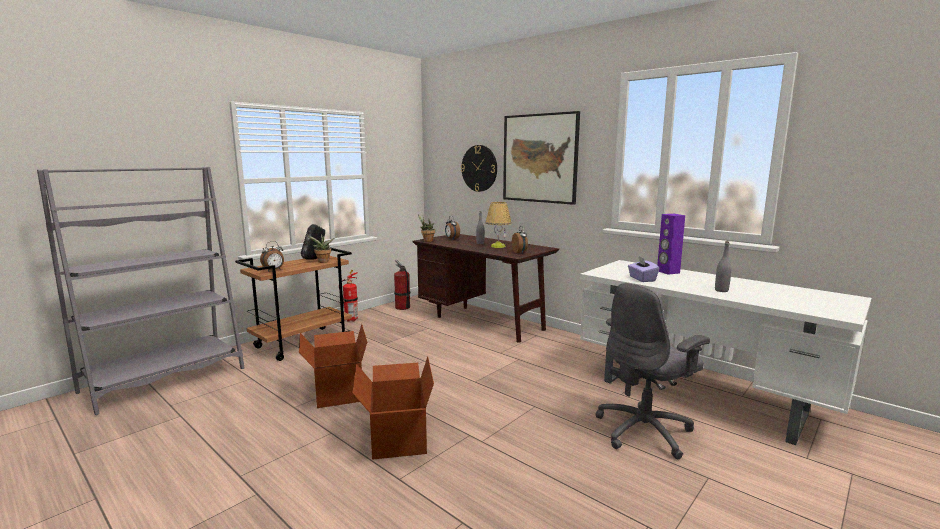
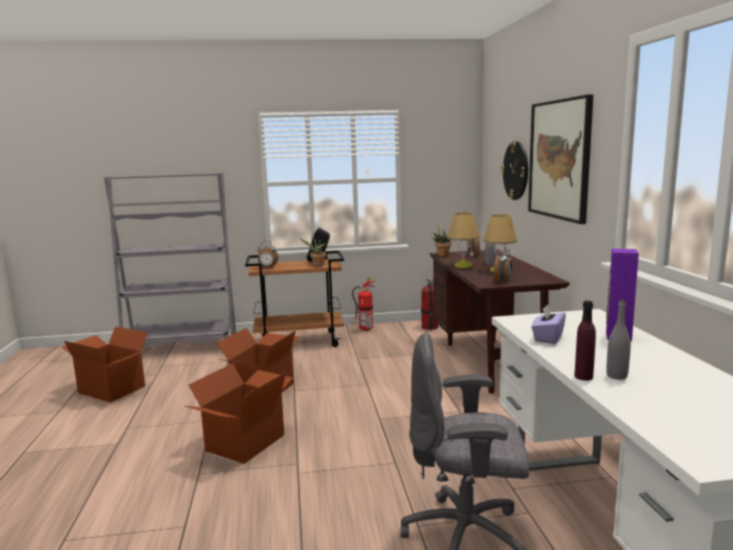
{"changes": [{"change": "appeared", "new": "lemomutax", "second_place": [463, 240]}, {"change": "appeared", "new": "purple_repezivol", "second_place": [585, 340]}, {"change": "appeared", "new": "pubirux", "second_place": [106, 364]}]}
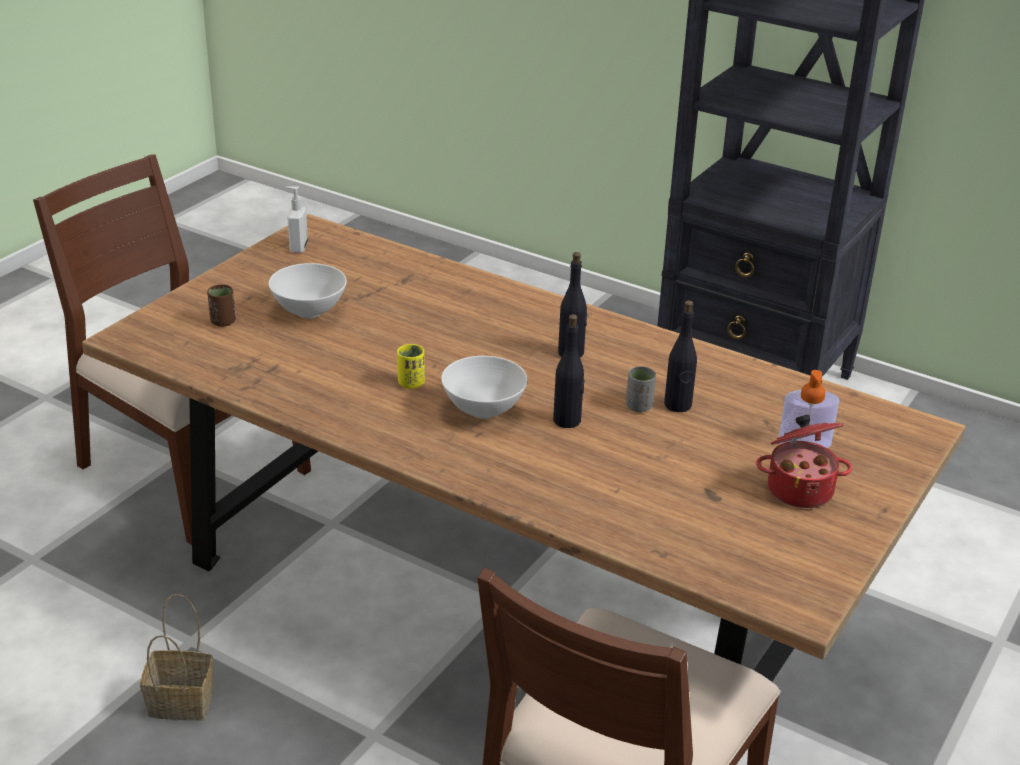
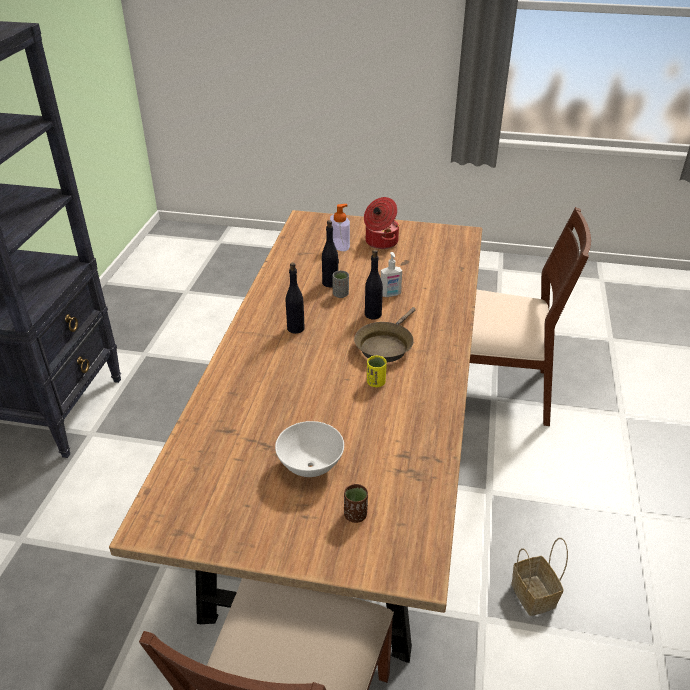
{"changes": [{"change": "relocated", "old": "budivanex", "first_place": [297, 220], "second_place": [391, 274]}, {"change": "exchanged", "old": "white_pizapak", "new": "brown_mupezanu", "first_place": [484, 387], "second_place": [385, 334]}]}
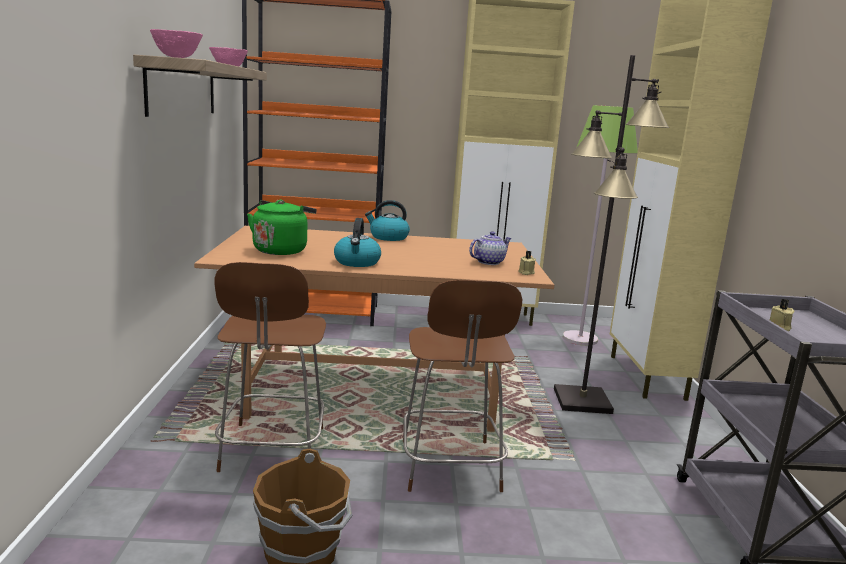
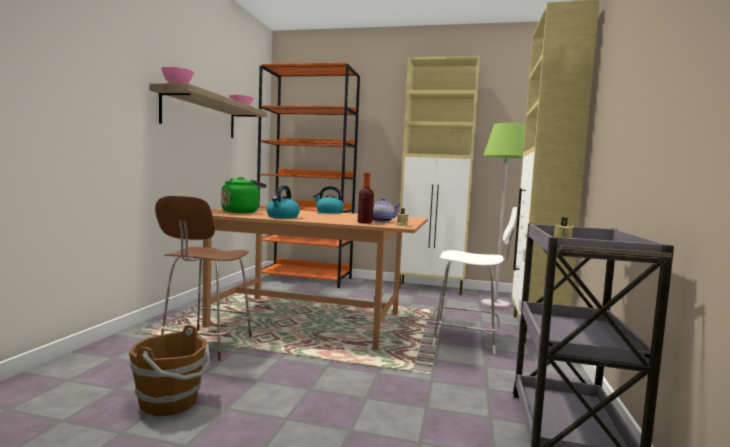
{"changes": [{"change": "exchanged", "old": "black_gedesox", "new": "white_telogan", "first_place": [611, 234], "second_place": [474, 280]}, {"change": "missing", "old": "brown_telogan", "first_place": [462, 386]}, {"change": "appeared", "new": "repezivol", "second_place": [366, 198]}]}
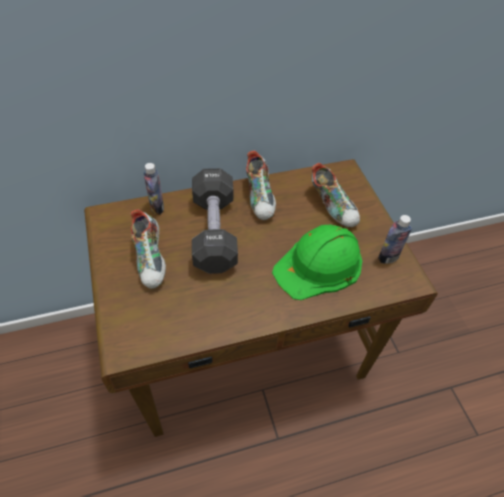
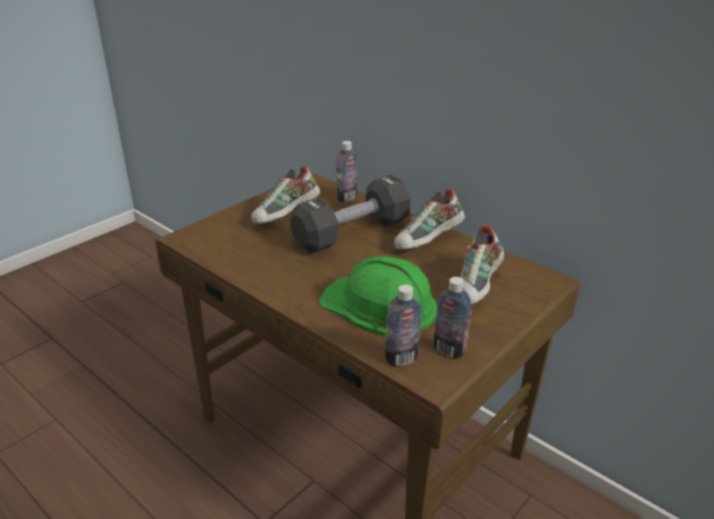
{"changes": [{"change": "appeared", "new": "repezivol", "second_place": [403, 325]}]}
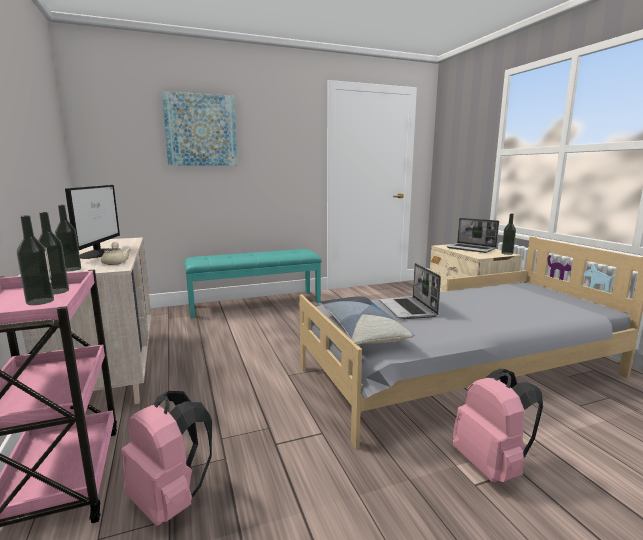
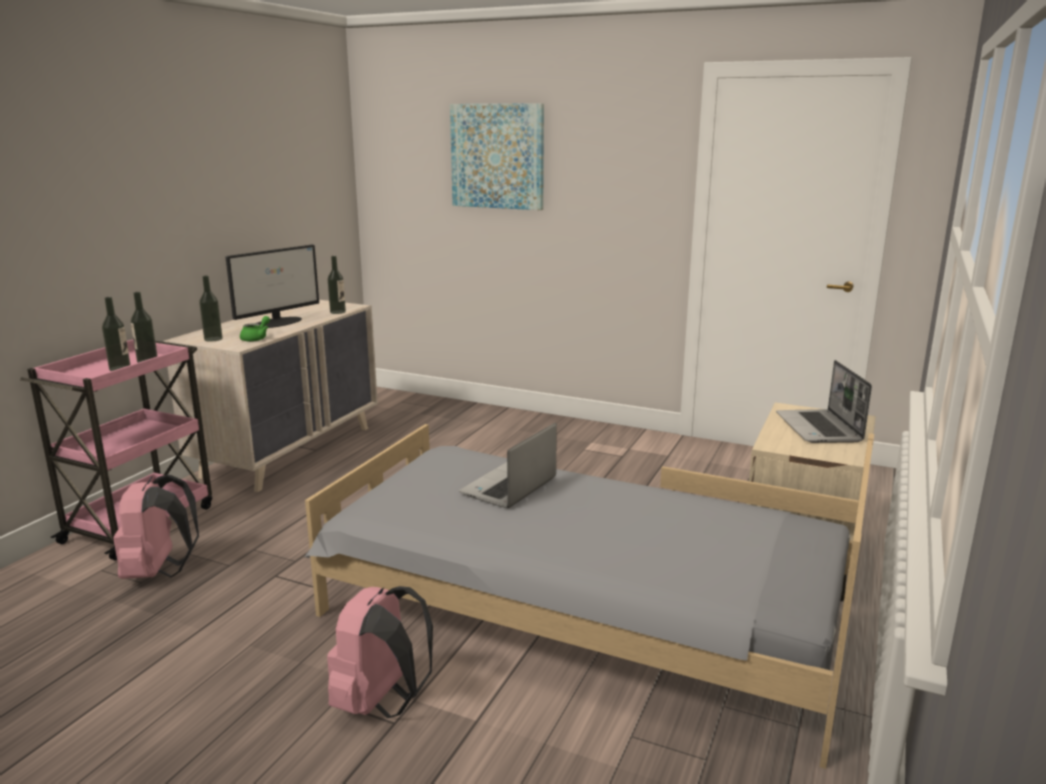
{"changes": [{"change": "relocated", "old": "repezivol", "first_place": [508, 234], "second_place": [337, 285]}, {"change": "colour", "old": "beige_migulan", "new": "green_migulan", "first_place": [116, 253], "second_place": [255, 329]}, {"change": "missing", "old": "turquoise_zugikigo", "first_place": [253, 283]}, {"change": "missing", "old": "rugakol", "first_place": [368, 320]}]}
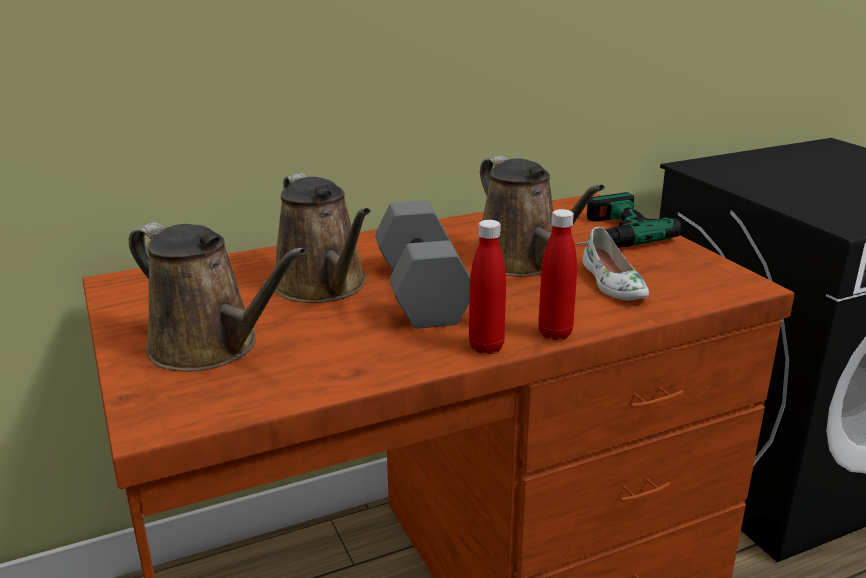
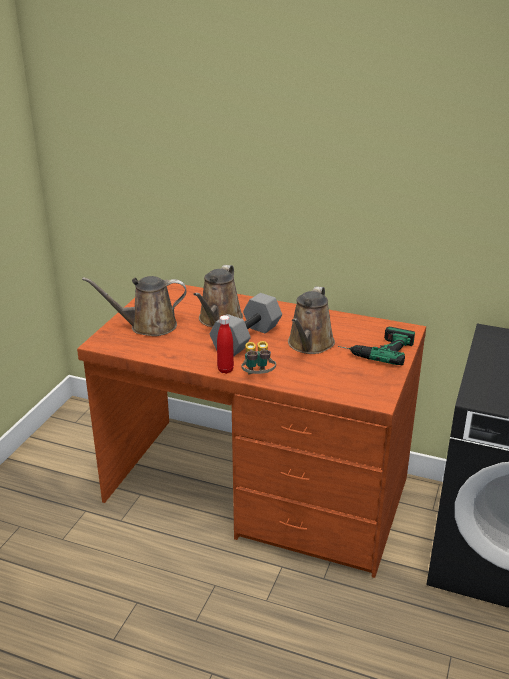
{"changes": [{"change": "exchanged", "old": "red_repezivol", "new": "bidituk", "first_place": [557, 274], "second_place": [259, 357]}, {"change": "spun", "old": "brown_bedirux", "first_place": [217, 297], "second_place": [134, 306], "degrees": 90}, {"change": "missing", "old": "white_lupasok", "first_place": [616, 263]}]}
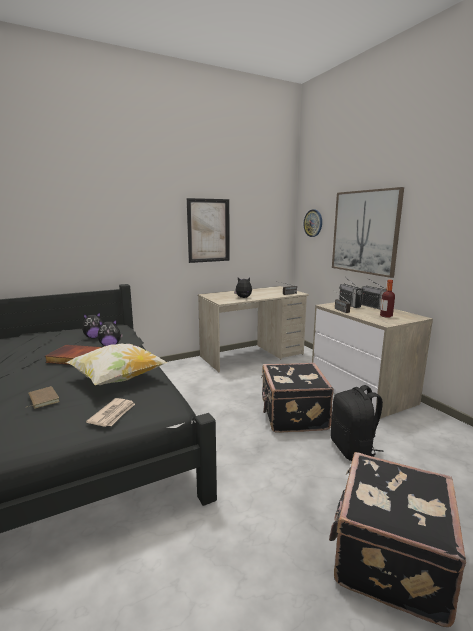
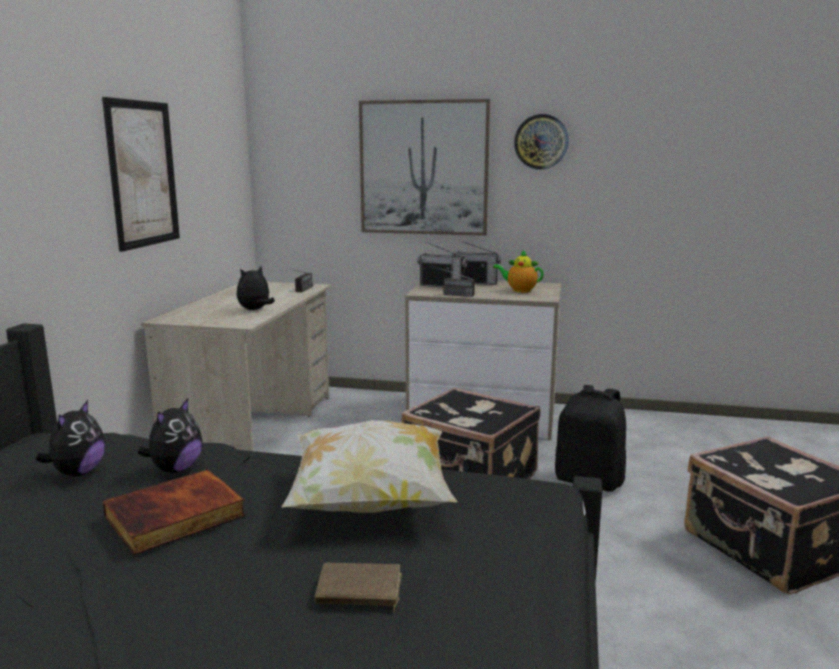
{"changes": [{"change": "relocated", "old": "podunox", "first_place": [313, 223], "second_place": [541, 141]}, {"change": "exchanged", "old": "repezivol", "new": "migulan", "first_place": [387, 299], "second_place": [518, 271]}, {"change": "missing", "old": "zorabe", "first_place": [110, 412]}]}
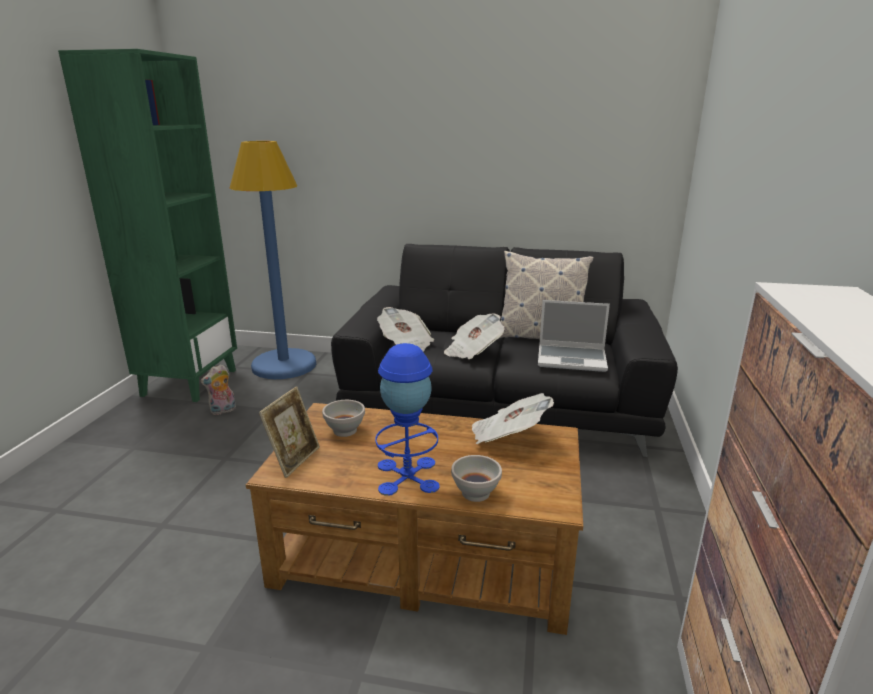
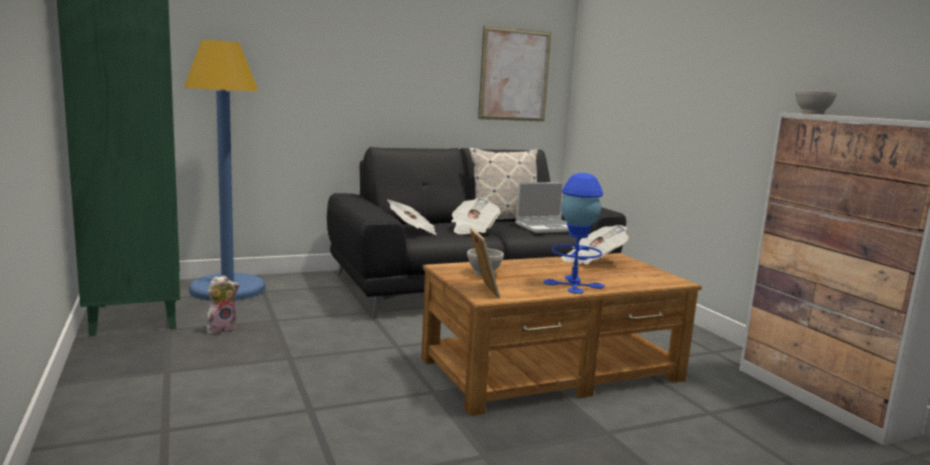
{"changes": [{"change": "spun", "old": "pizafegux", "first_place": [218, 389], "second_place": [223, 305], "degrees": -150}, {"change": "relocated", "old": "white_pizapak", "first_place": [476, 478], "second_place": [816, 102]}, {"change": "appeared", "new": "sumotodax", "second_place": [514, 73]}]}
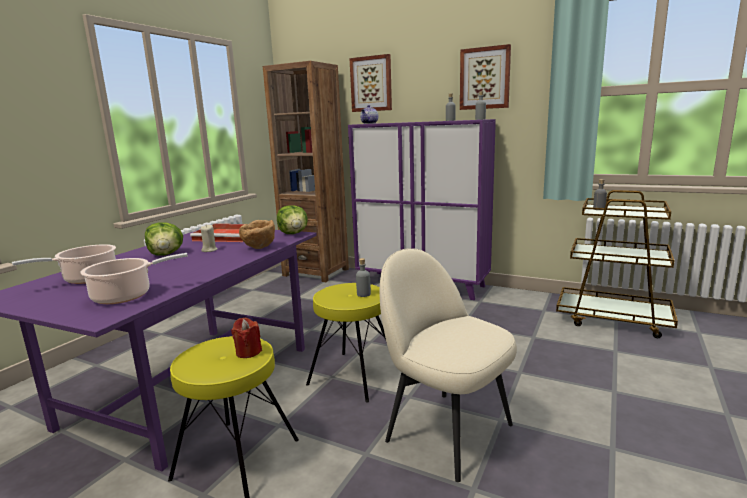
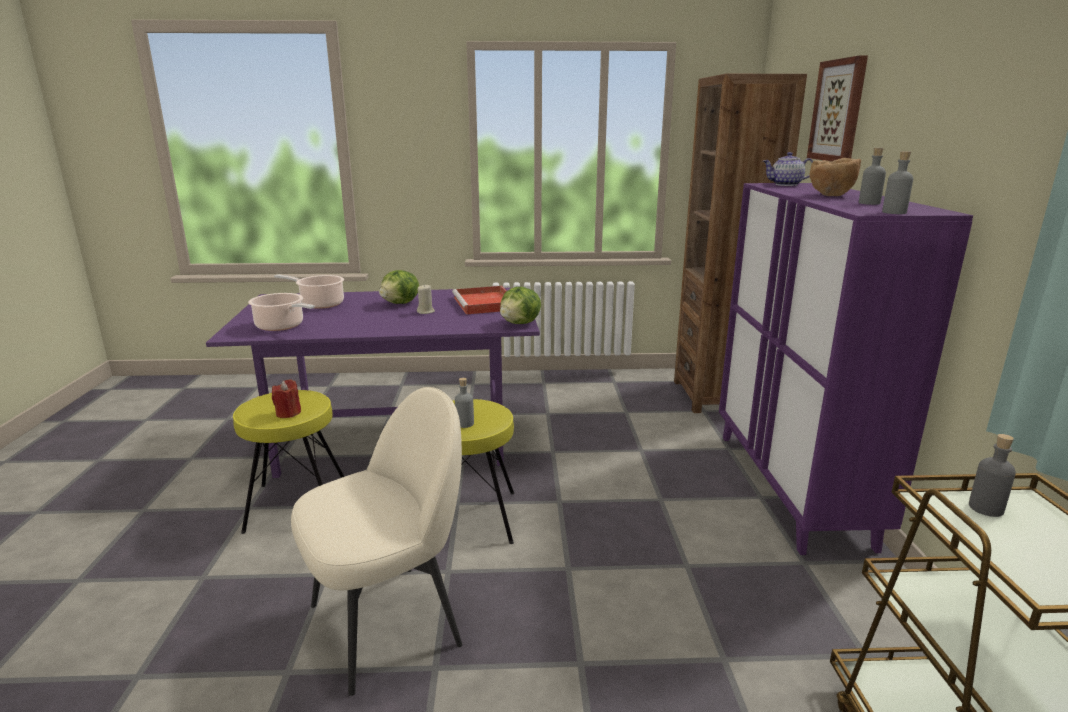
{"changes": [{"change": "missing", "old": "sumotodax", "first_place": [485, 77]}, {"change": "relocated", "old": "brown_pizapak", "first_place": [257, 234], "second_place": [835, 177]}, {"change": "spun", "old": "beige_telogan", "first_place": [448, 365], "second_place": [376, 541], "degrees": 45}]}
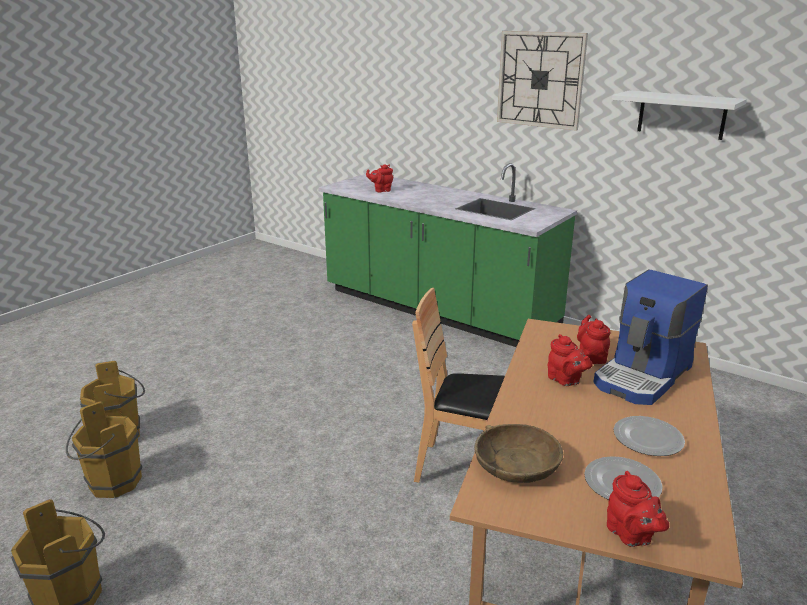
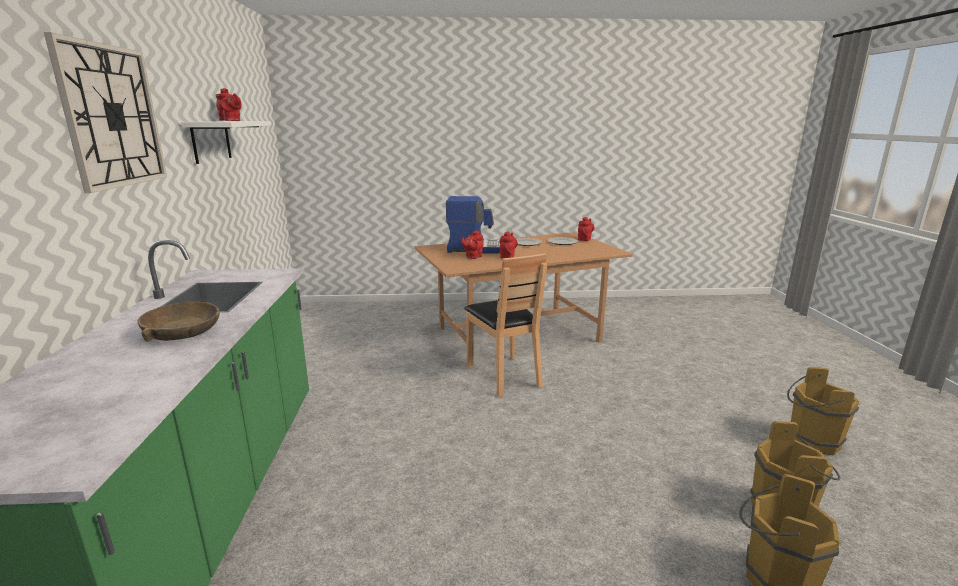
{"changes": [{"change": "relocated", "old": "red_migulan", "first_place": [379, 178], "second_place": [228, 104]}, {"change": "relocated", "old": "brown_pizapak", "first_place": [518, 453], "second_place": [179, 321]}]}
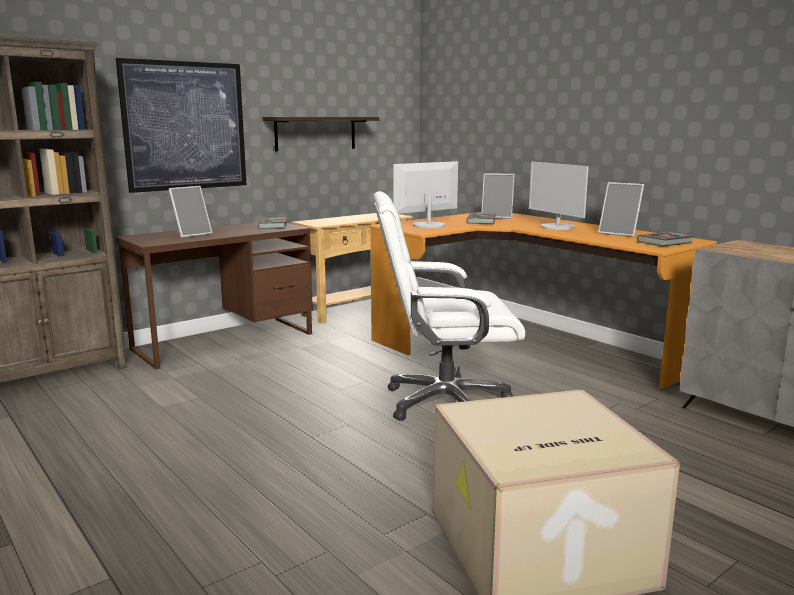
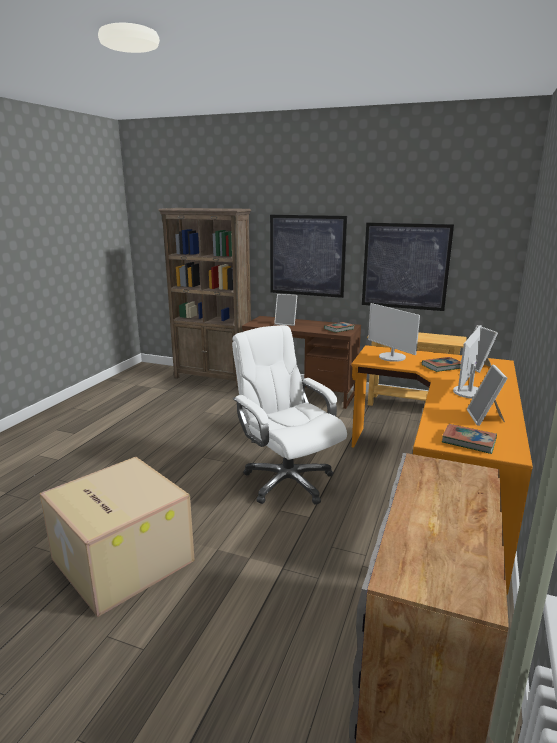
{"changes": [{"change": "exchanged", "old": "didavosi", "new": "sumotodax", "first_place": [321, 134], "second_place": [408, 267]}, {"change": "spun", "old": "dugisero", "first_place": [425, 194], "second_place": [394, 332], "degrees": -150}]}
